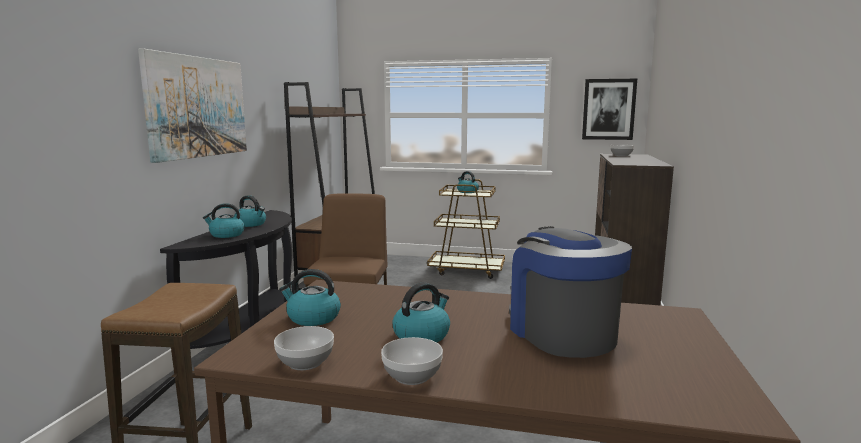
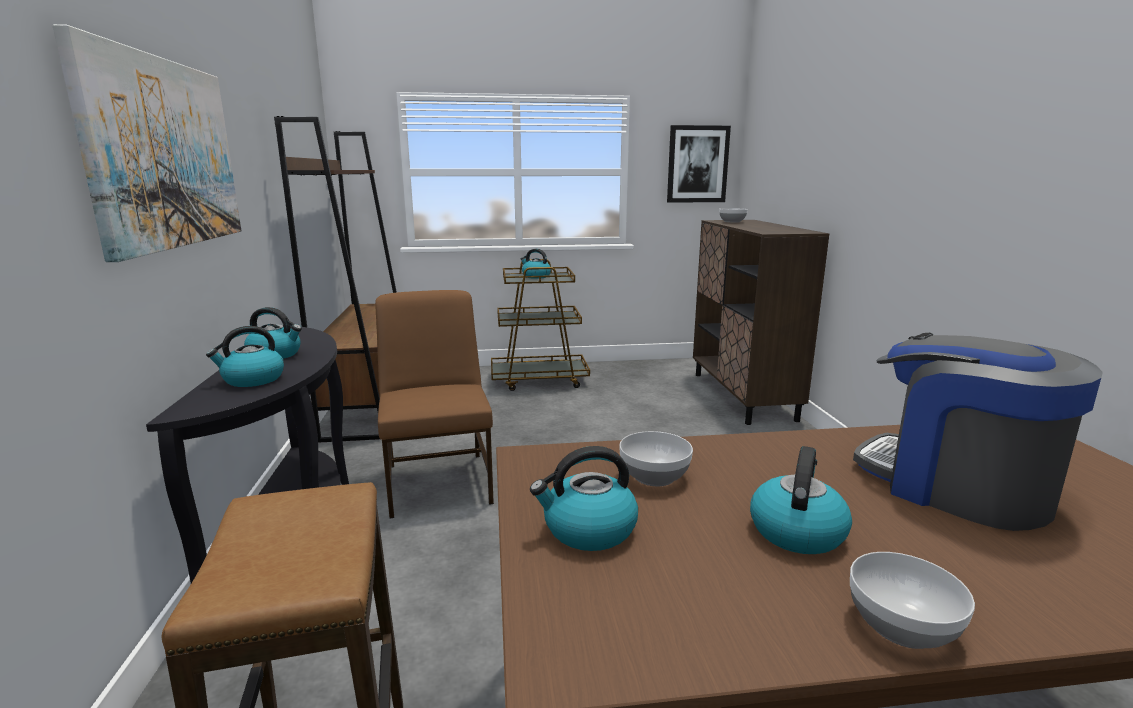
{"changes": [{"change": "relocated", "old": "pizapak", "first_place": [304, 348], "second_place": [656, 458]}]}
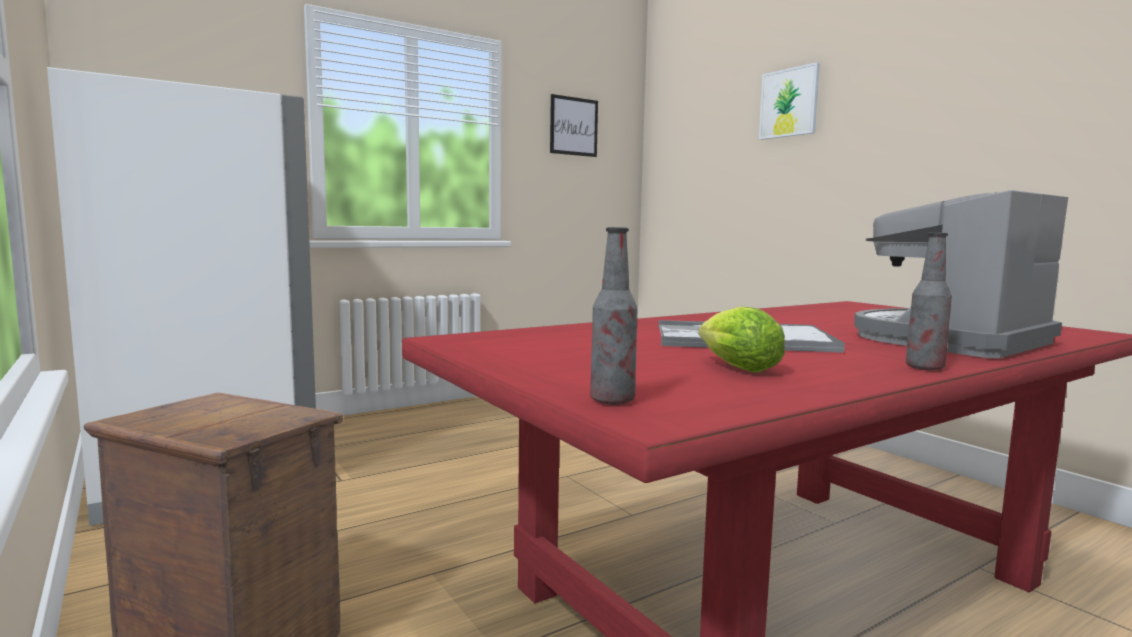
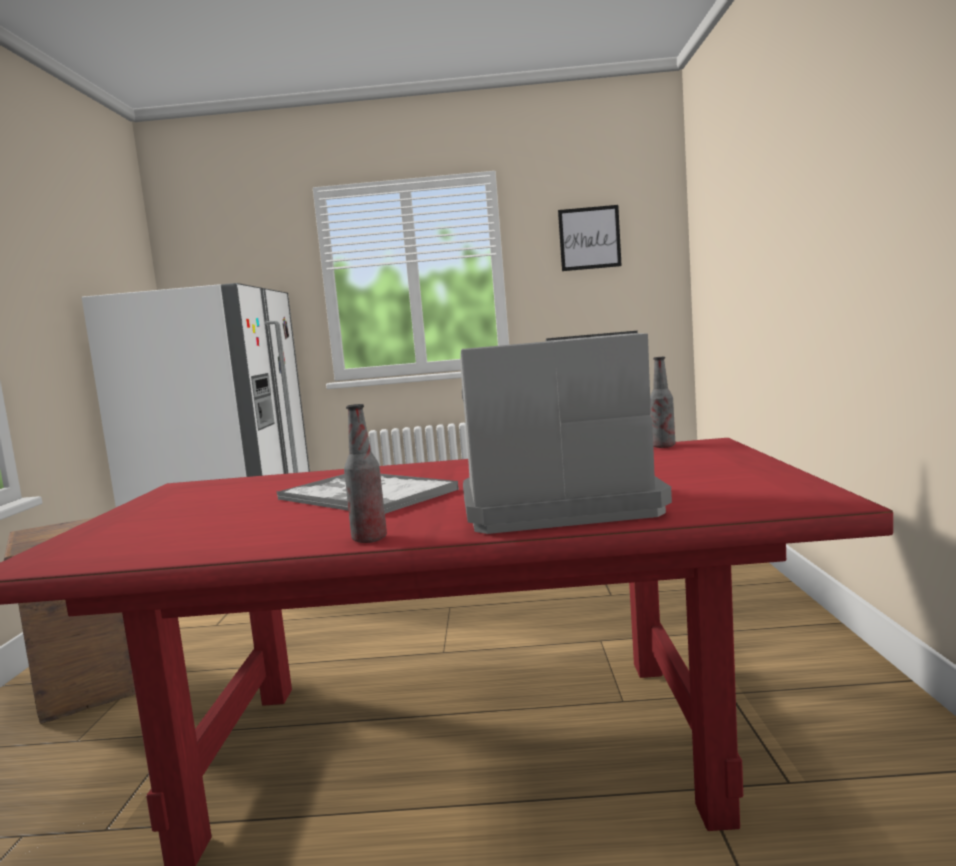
{"changes": [{"change": "missing", "old": "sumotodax", "first_place": [789, 101]}, {"change": "relocated", "old": "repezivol", "first_place": [614, 316], "second_place": [662, 402]}, {"change": "missing", "old": "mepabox", "first_place": [741, 339]}]}
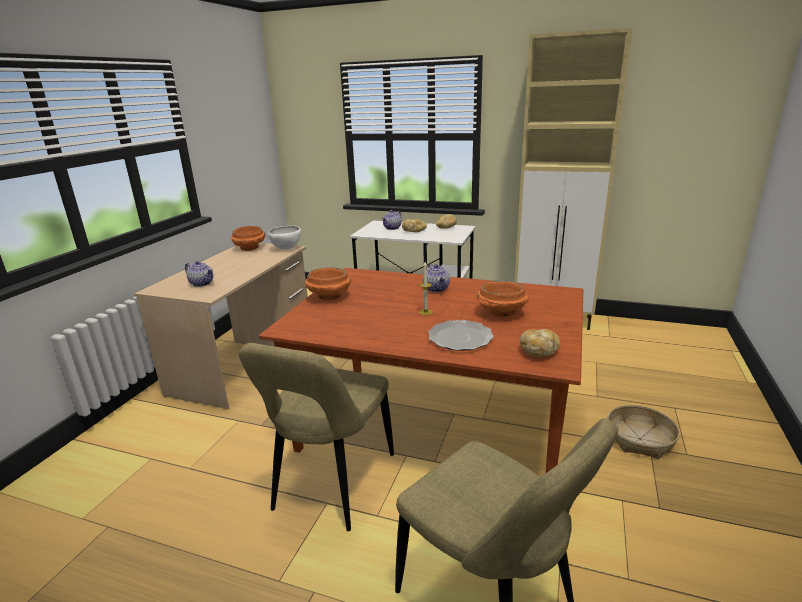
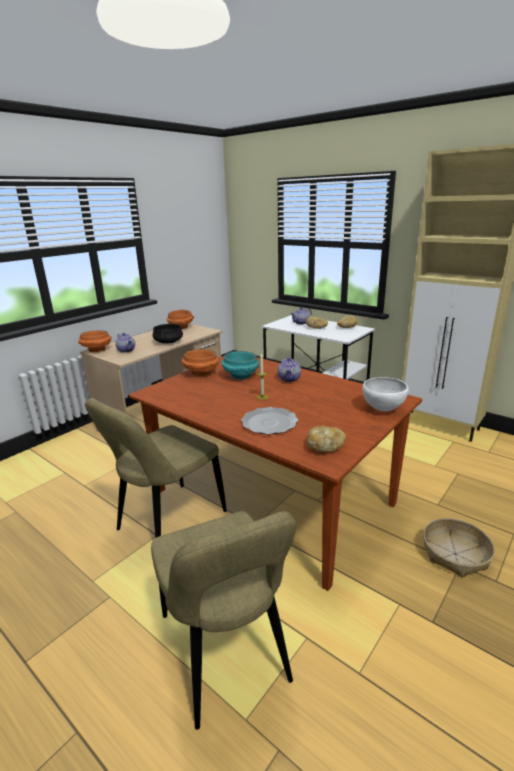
{"changes": [{"change": "relocated", "old": "white_pizapak", "first_place": [284, 238], "second_place": [385, 394]}, {"change": "relocated", "old": "orange_pizapak", "first_place": [503, 299], "second_place": [94, 341]}, {"change": "appeared", "new": "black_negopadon", "second_place": [168, 334]}, {"change": "appeared", "new": "turquoise_pizapak", "second_place": [240, 365]}]}
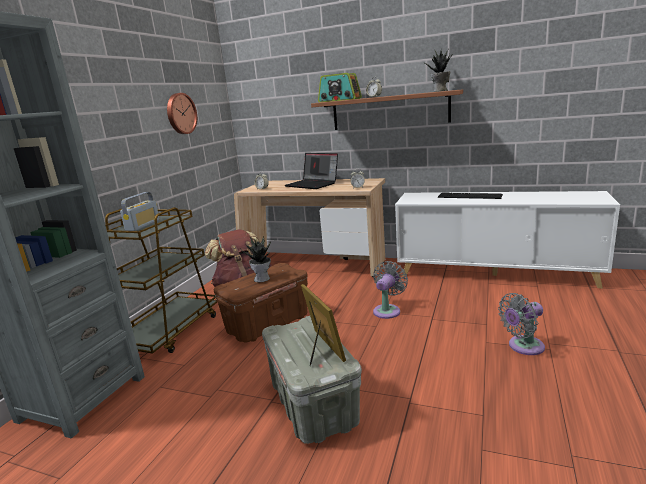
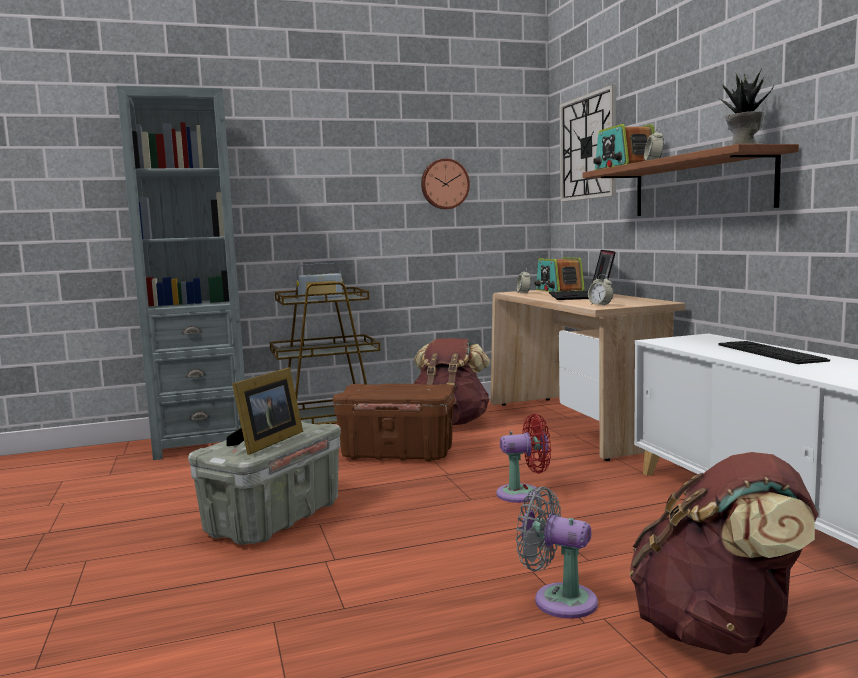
{"changes": [{"change": "missing", "old": "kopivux", "first_place": [255, 259]}, {"change": "colour", "old": "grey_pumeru", "new": "red_pumeru", "first_place": [390, 290], "second_place": [523, 458]}, {"change": "appeared", "new": "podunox", "second_place": [588, 143]}, {"change": "appeared", "new": "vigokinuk", "second_place": [559, 274]}, {"change": "appeared", "new": "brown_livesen", "second_place": [723, 553]}]}
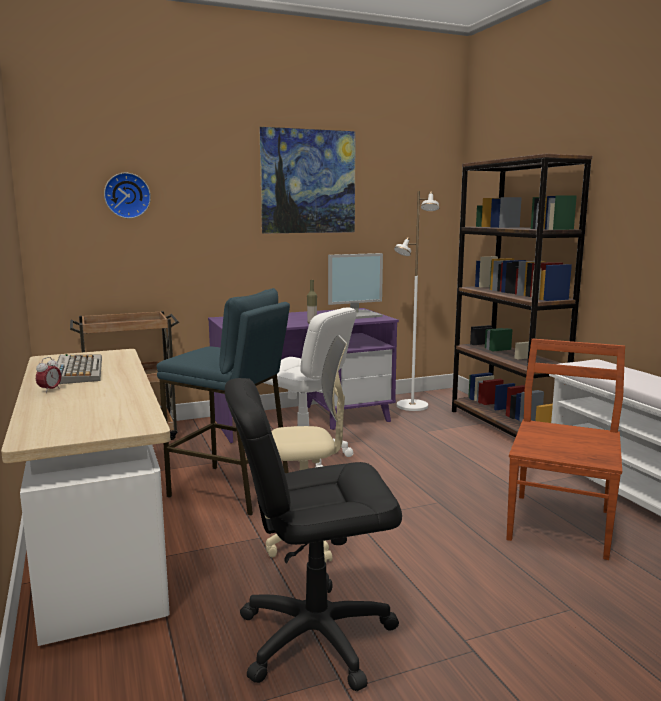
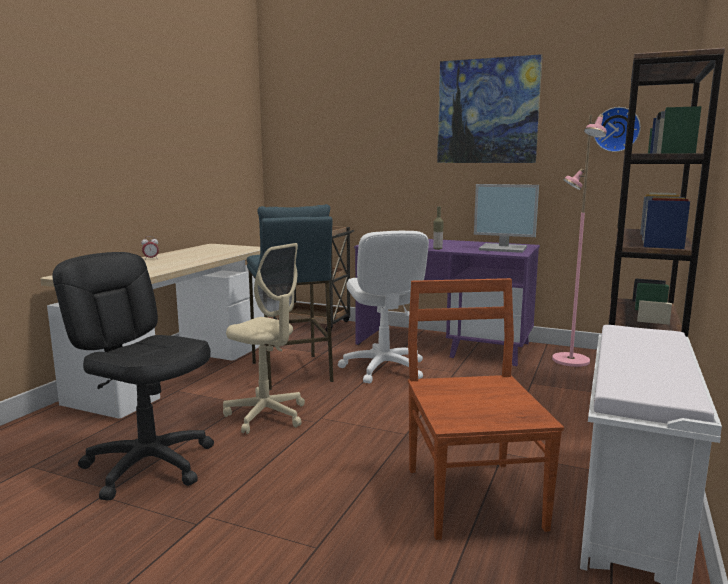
{"changes": [{"change": "relocated", "old": "podunox", "first_place": [127, 196], "second_place": [617, 129]}, {"change": "colour", "old": "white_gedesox", "new": "pink_gedesox", "first_place": [416, 301], "second_place": [579, 240]}, {"change": "spun", "old": "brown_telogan", "first_place": [565, 449], "second_place": [486, 409], "degrees": -75}, {"change": "missing", "old": "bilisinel", "first_place": [79, 369]}]}
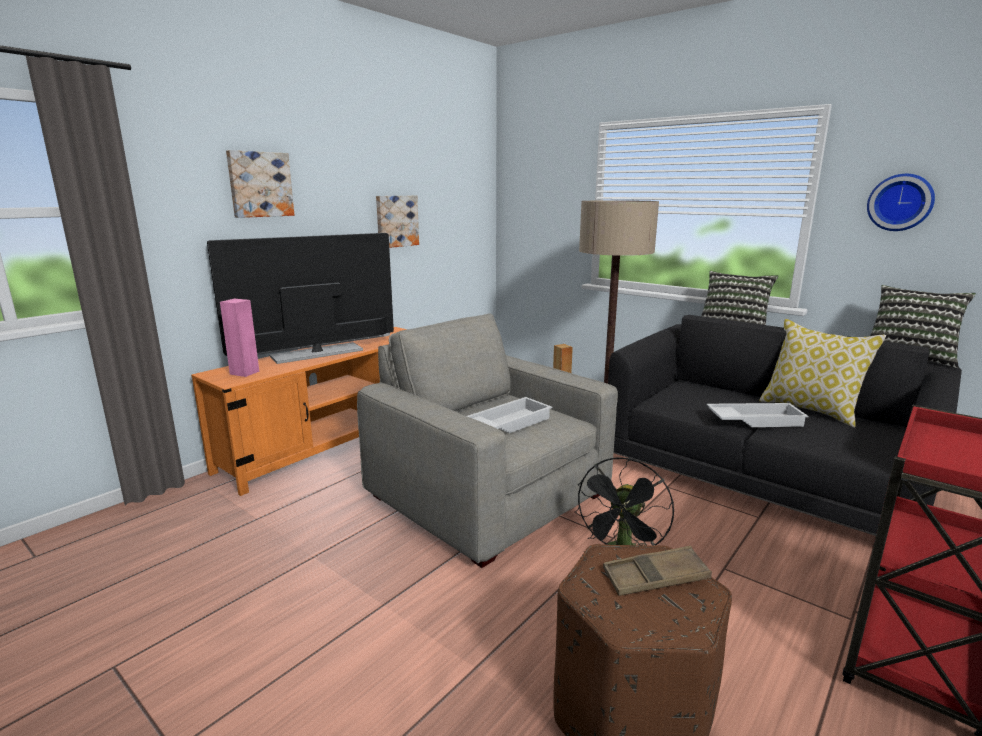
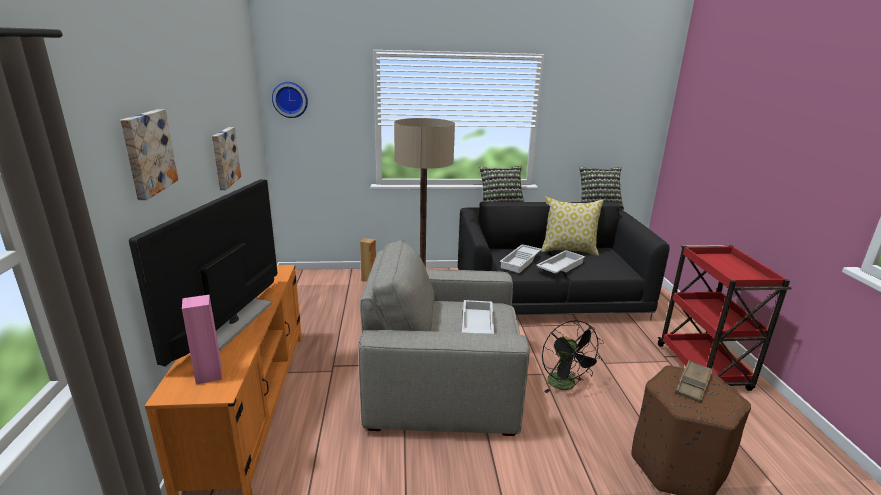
{"changes": [{"change": "relocated", "old": "podunox", "first_place": [901, 202], "second_place": [290, 100]}, {"change": "appeared", "new": "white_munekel", "second_place": [521, 258]}]}
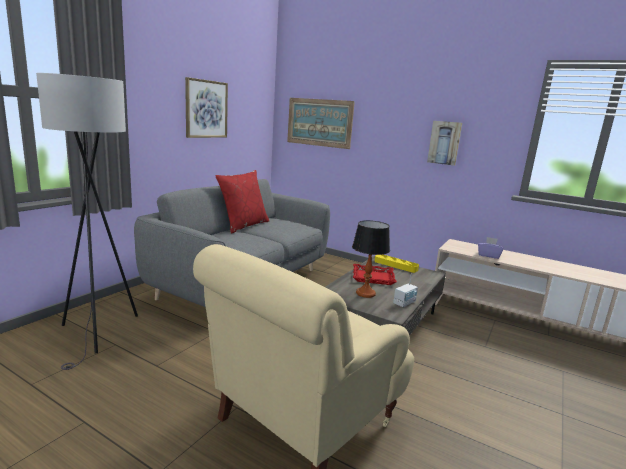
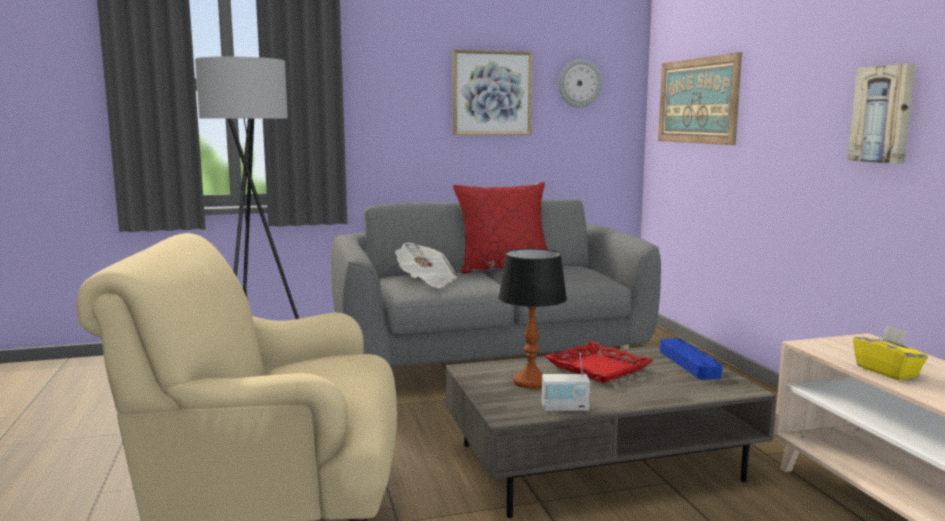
{"changes": [{"change": "colour", "old": "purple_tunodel", "new": "yellow_tunodel", "first_place": [491, 248], "second_place": [890, 352]}, {"change": "colour", "old": "yellow_munekel", "new": "blue_munekel", "first_place": [397, 264], "second_place": [691, 359]}, {"change": "appeared", "new": "podunox", "second_place": [580, 83]}, {"change": "appeared", "new": "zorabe", "second_place": [426, 265]}]}
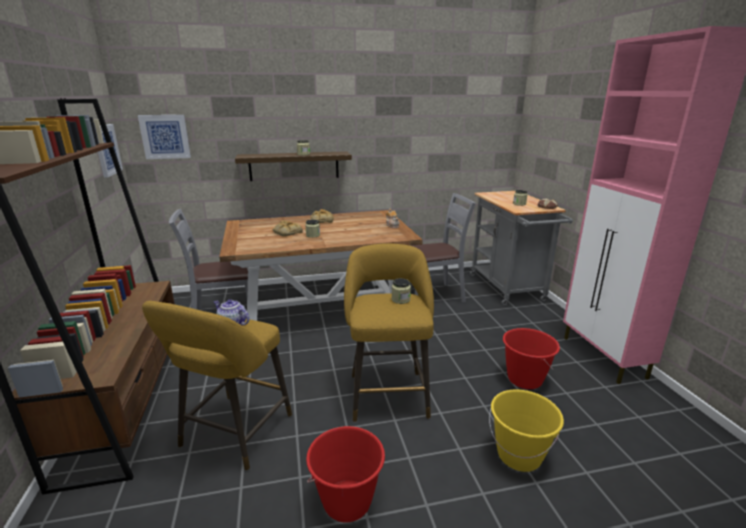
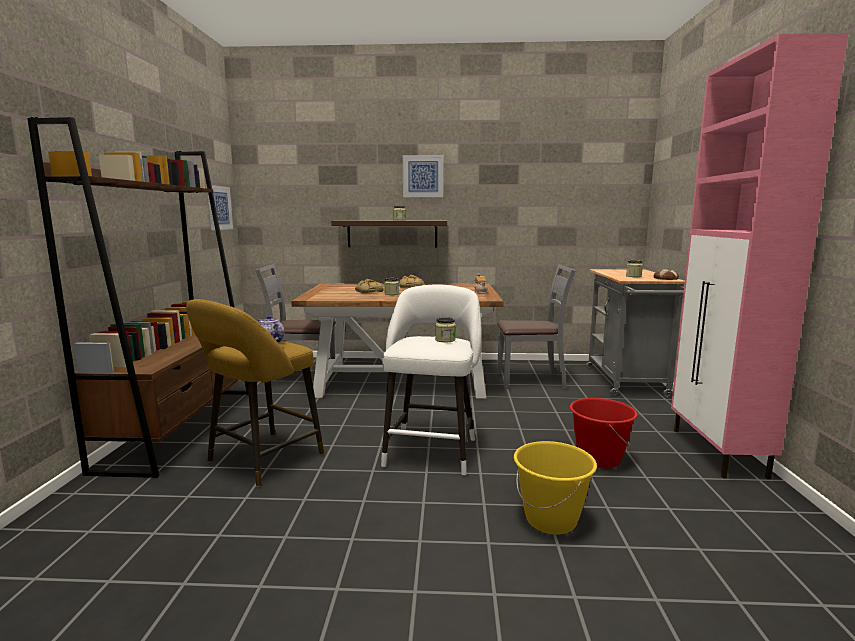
{"changes": [{"change": "relocated", "old": "sumotodax", "first_place": [164, 137], "second_place": [423, 176]}, {"change": "colour", "old": "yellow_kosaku", "new": "white_kosaku", "first_place": [389, 332], "second_place": [431, 380]}, {"change": "missing", "old": "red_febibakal", "first_place": [345, 474]}]}
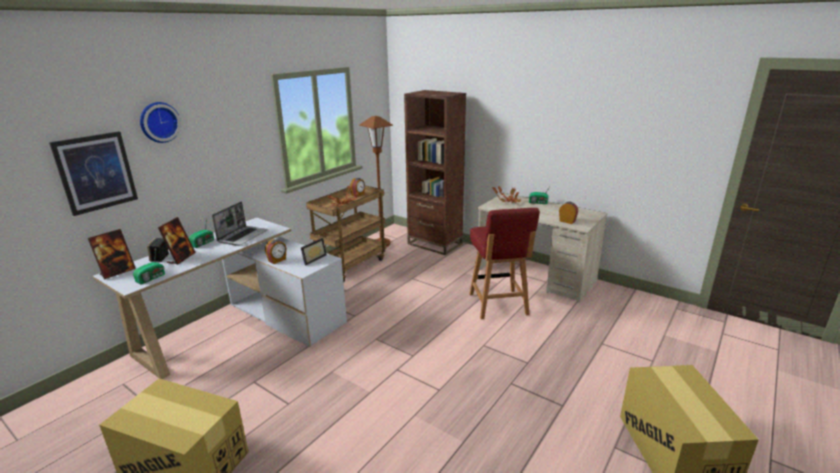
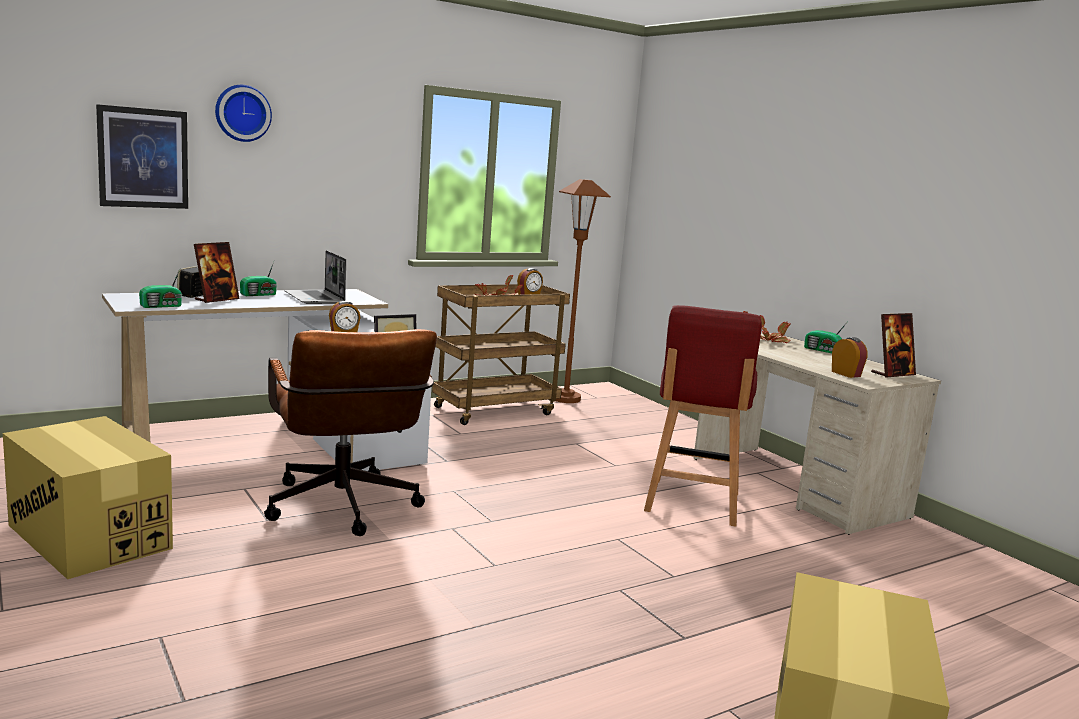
{"changes": [{"change": "missing", "old": "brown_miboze", "first_place": [435, 172]}, {"change": "spun", "old": "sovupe", "first_place": [240, 224], "second_place": [315, 277], "degrees": 105}, {"change": "relocated", "old": "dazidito", "first_place": [112, 254], "second_place": [893, 345]}, {"change": "appeared", "new": "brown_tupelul", "second_place": [350, 432]}]}
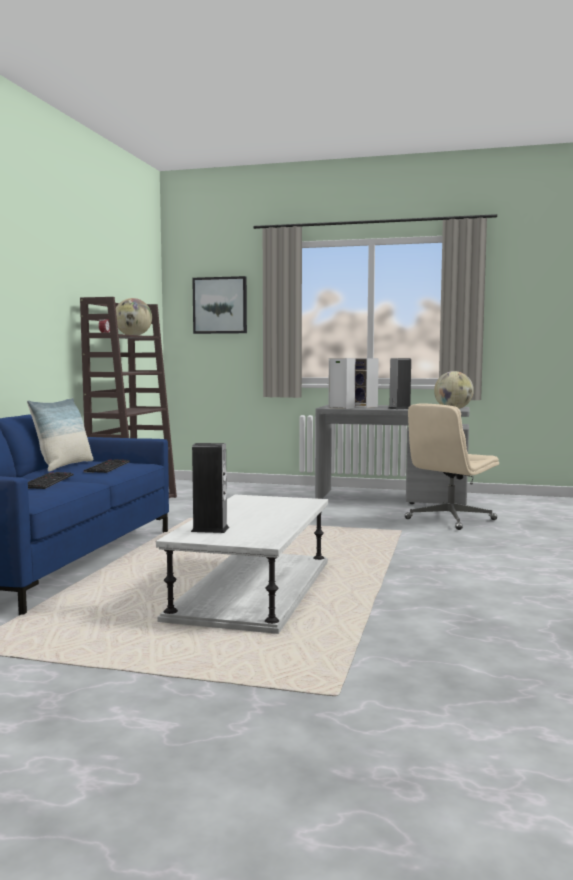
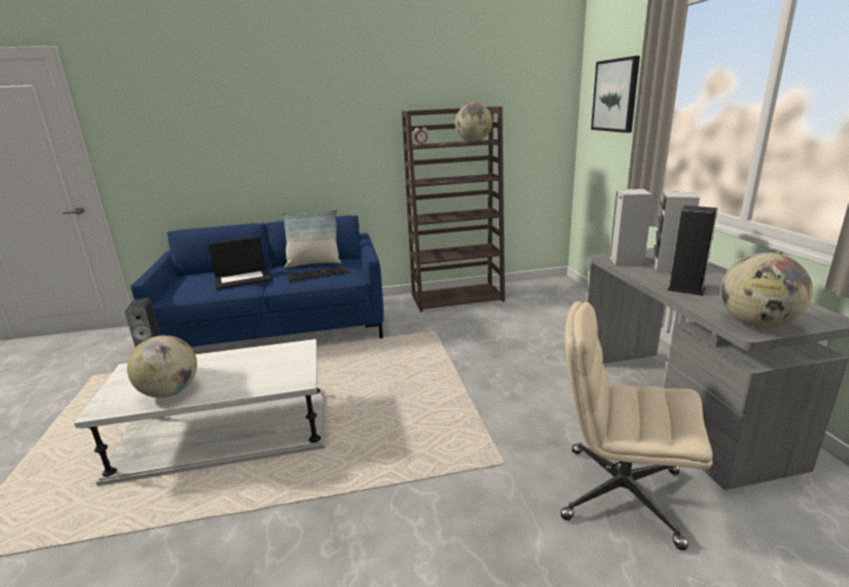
{"changes": [{"change": "exchanged", "old": "bilisinel", "new": "sovupe", "first_place": [50, 480], "second_place": [239, 263]}, {"change": "appeared", "new": "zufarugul", "second_place": [162, 366]}]}
